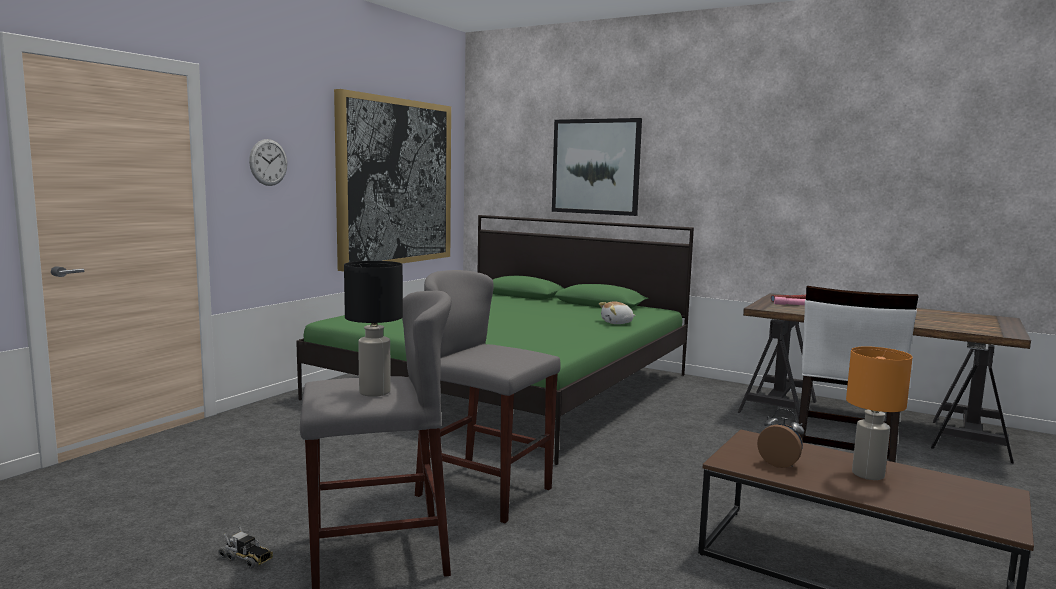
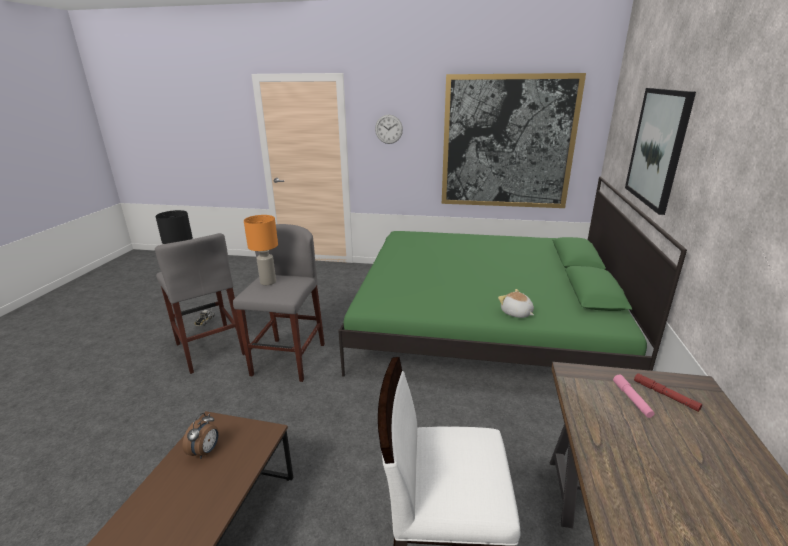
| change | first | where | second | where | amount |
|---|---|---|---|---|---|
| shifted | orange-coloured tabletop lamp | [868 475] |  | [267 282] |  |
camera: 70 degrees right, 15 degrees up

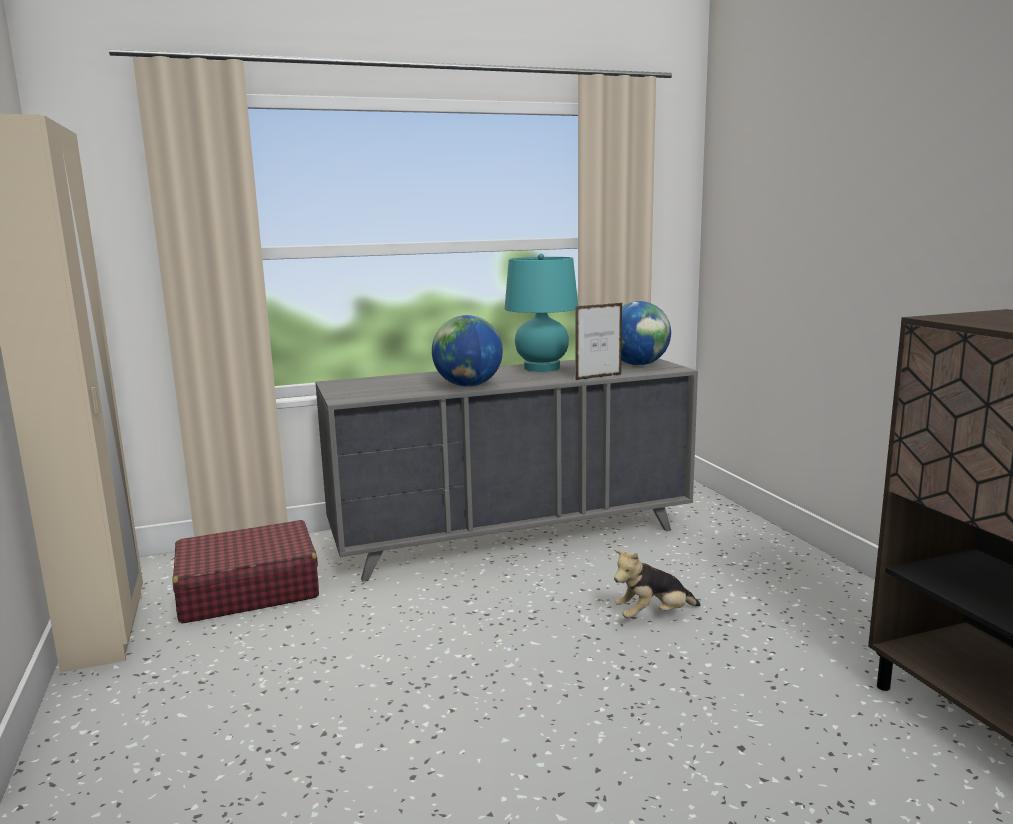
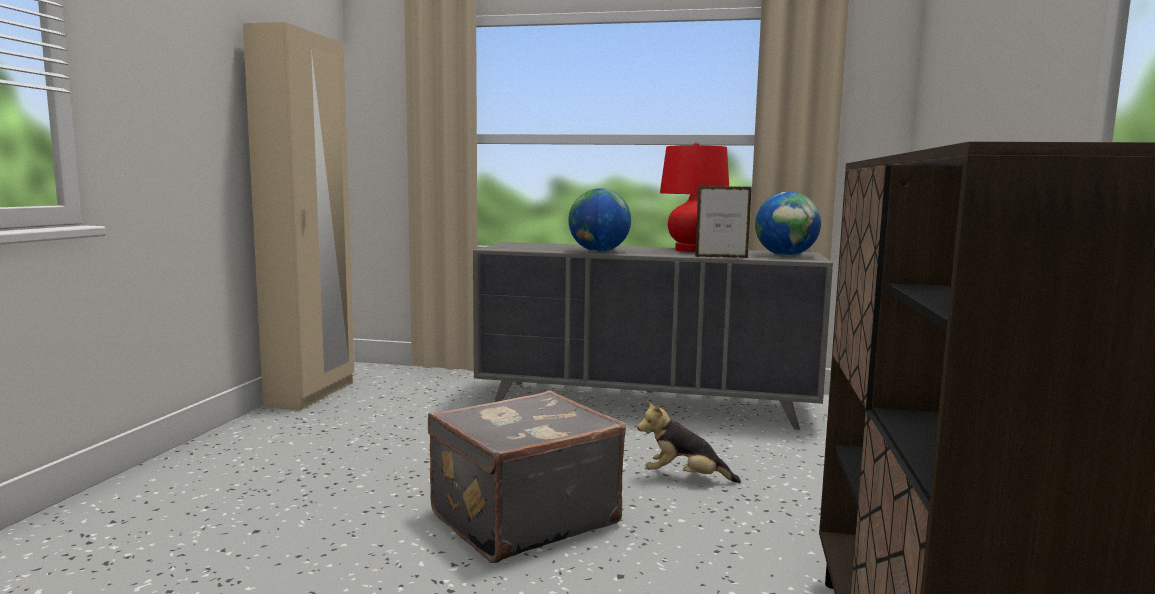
| change | first | where | second | where | amount |
|---|---|---|---|---|---|
| new |  |  | greyish suitcase | [521 517] |  |
| repainted | turquoise-coloured tabletop lamp | [542 368] | reddish tabletop lamp | [692 250] |  |
| gone | reddish suitcase | [247 589] |  |  |  |
camera: 30 degrees right, 5 degrees down

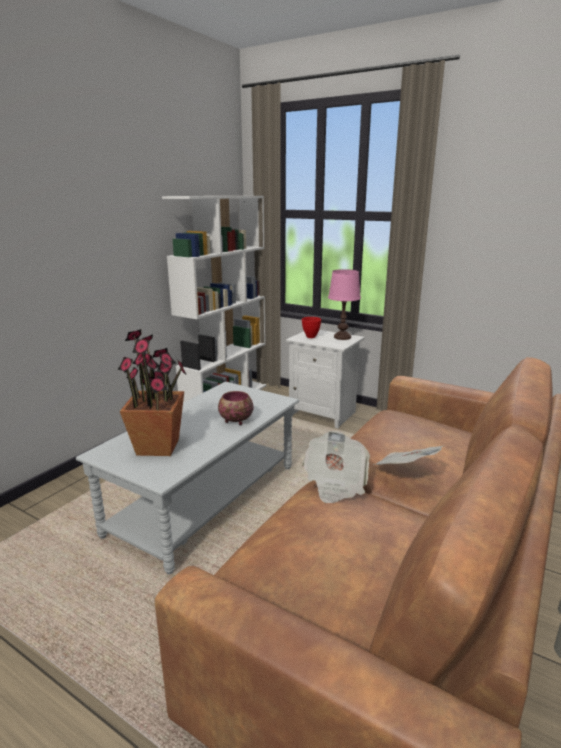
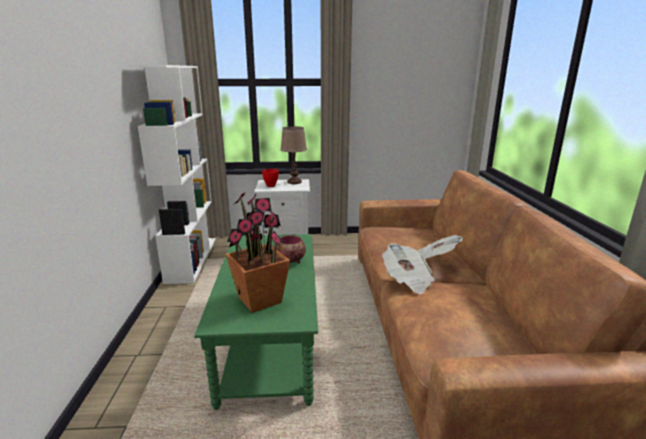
| change | first | where | second | where | amount |
|---|---|---|---|---|---|
| repainted | greyish low table | [205 499] | green low table | [270 340] |  |
| repainted | pinkish tabletop lamp | [342 337] | brownish tabletop lamp | [294 182] |  |
camera: 35 degrees left, 0 degrees up

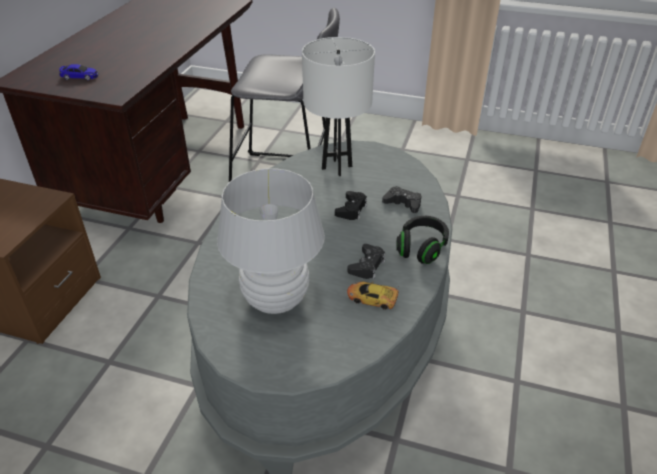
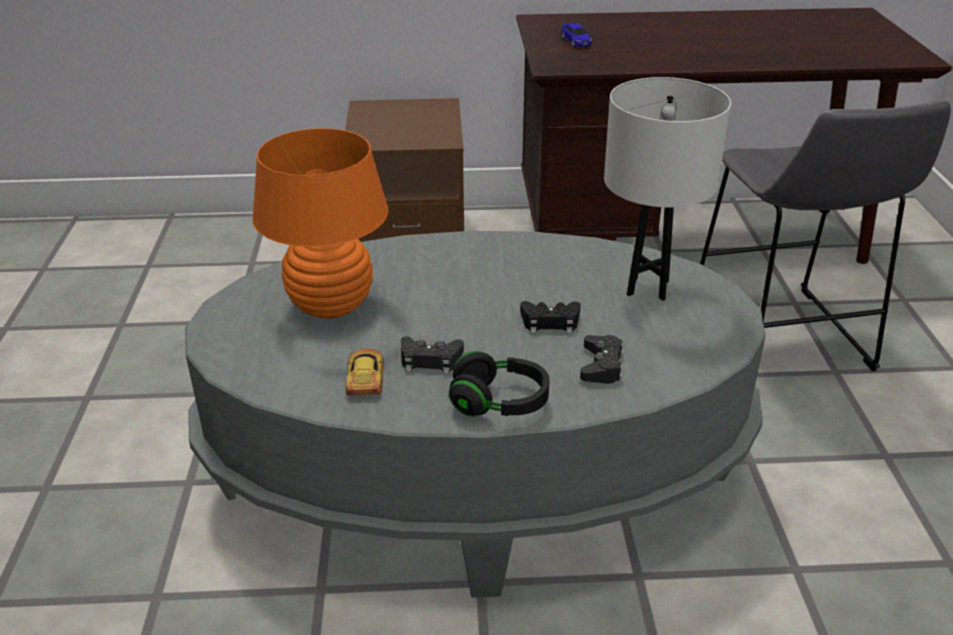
| change | first | where | second | where | amount |
|---|---|---|---|---|---|
| repainted | white tabletop lamp | [276 299] | orange-coloured tabletop lamp | [331 306] |  |
camera: 70 degrees right, 5 degrees down

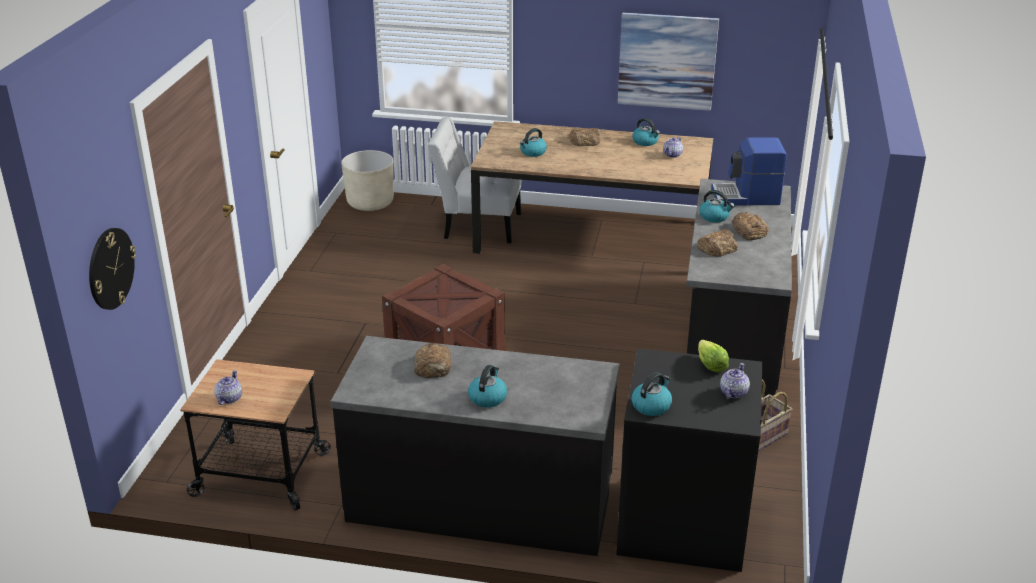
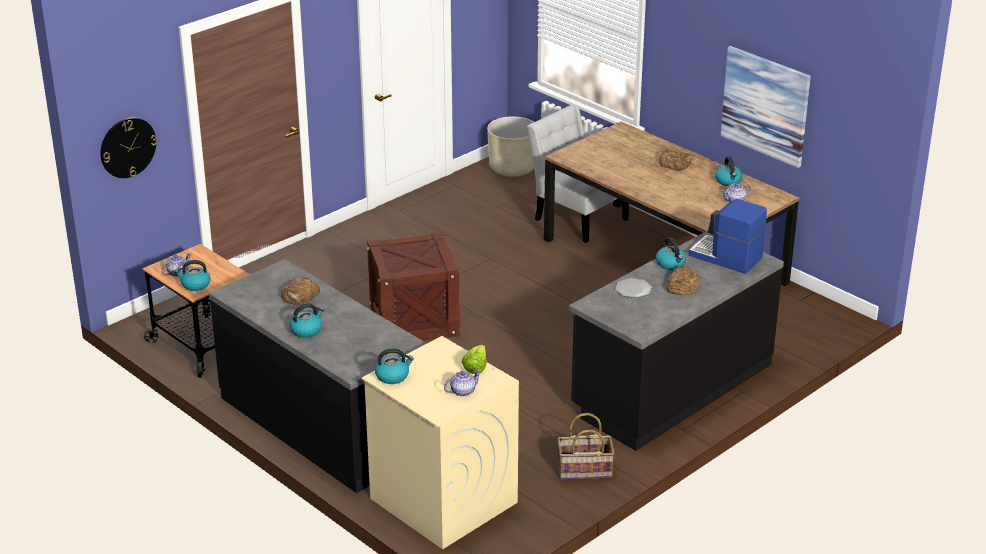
| change | first | where | second | where | amount |
|---|---|---|---|---|---|
| shifted | water kettle | [533 152] |  | [195 285] |  |
| repainted | black laundry machine | [681 523] | sand-coloured laundry machine | [442 500] |  |
| swapped | baked bread | [717 247] | flat dish | [633 289] |  |
camera: 35 degrees right, 0 degrees up

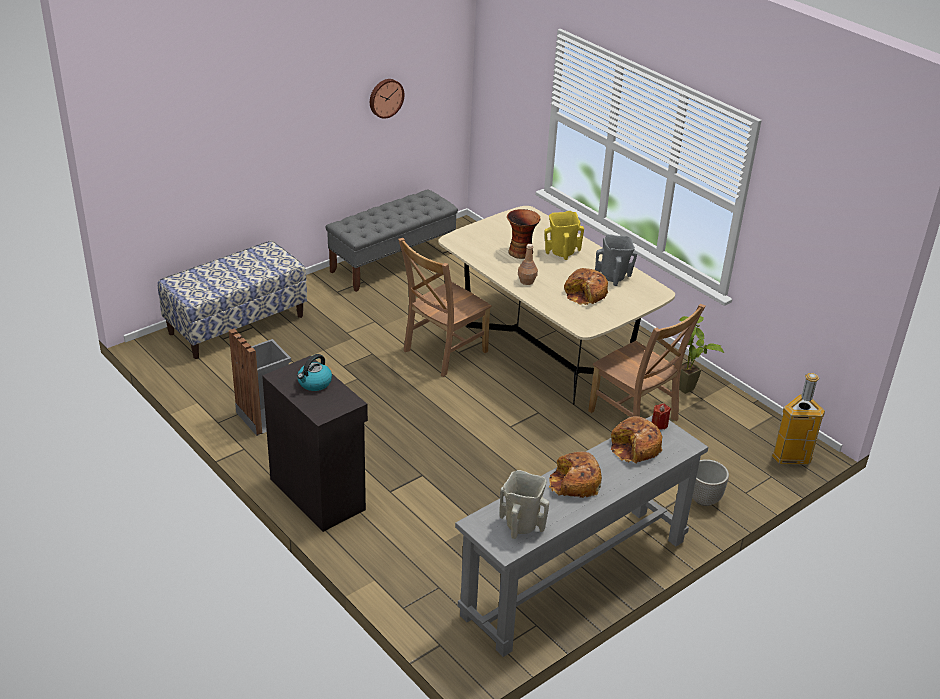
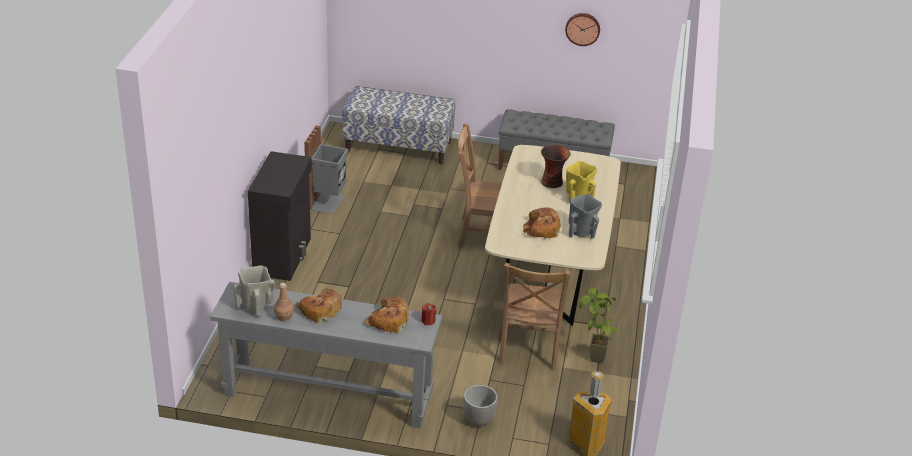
| change | first | where | second | where | amount |
|---|---|---|---|---|---|
| shifted | brownish bottle | [527 281] |  | [284 317] |  |
| gone | water kettle | [314 383] |  |  |  |
camera: 50 degrees right, 0 degrees up

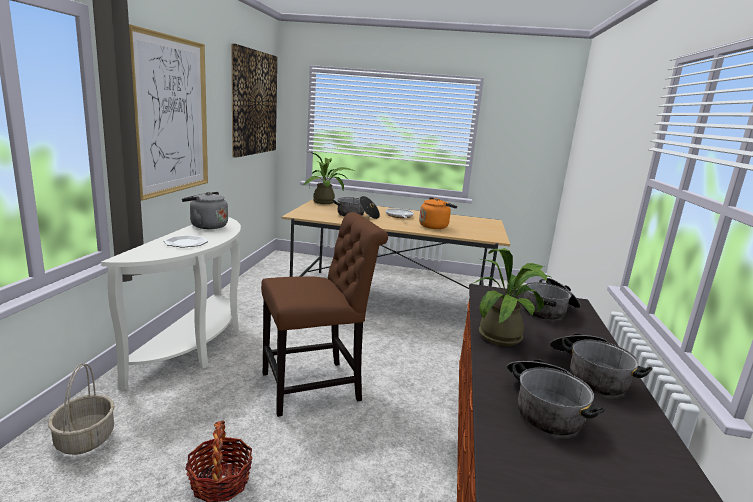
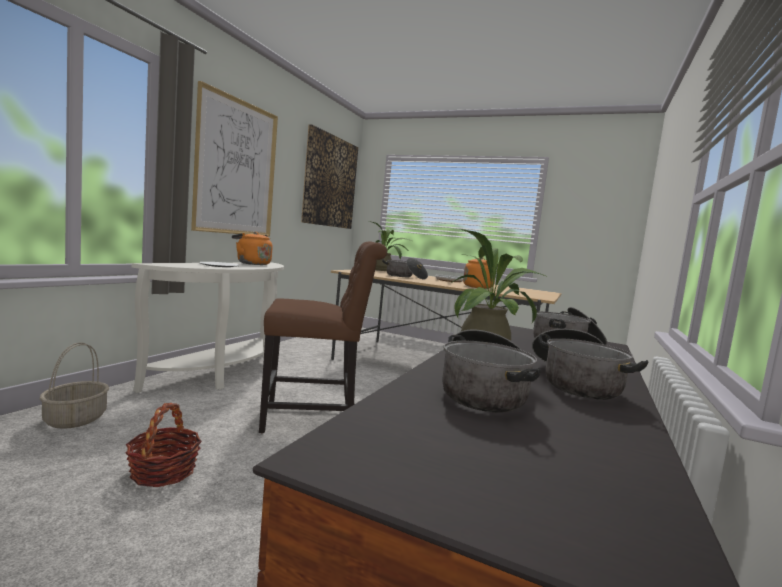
| change | first | where | second | where | amount |
|---|---|---|---|---|---|
| repainted | greyish water kettle | [206 226] | orange-coloured water kettle | [252 263] |  |
camera: 15 degrees right, 10 degrees down

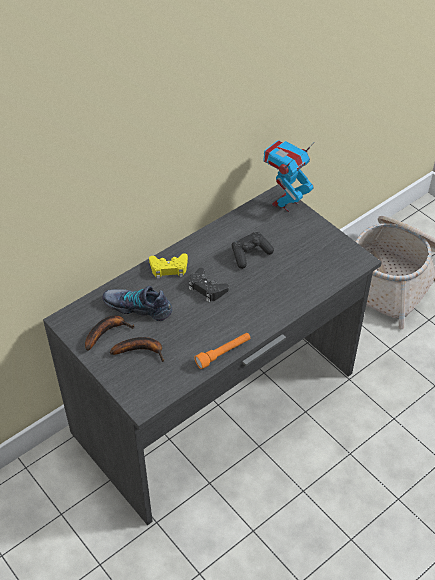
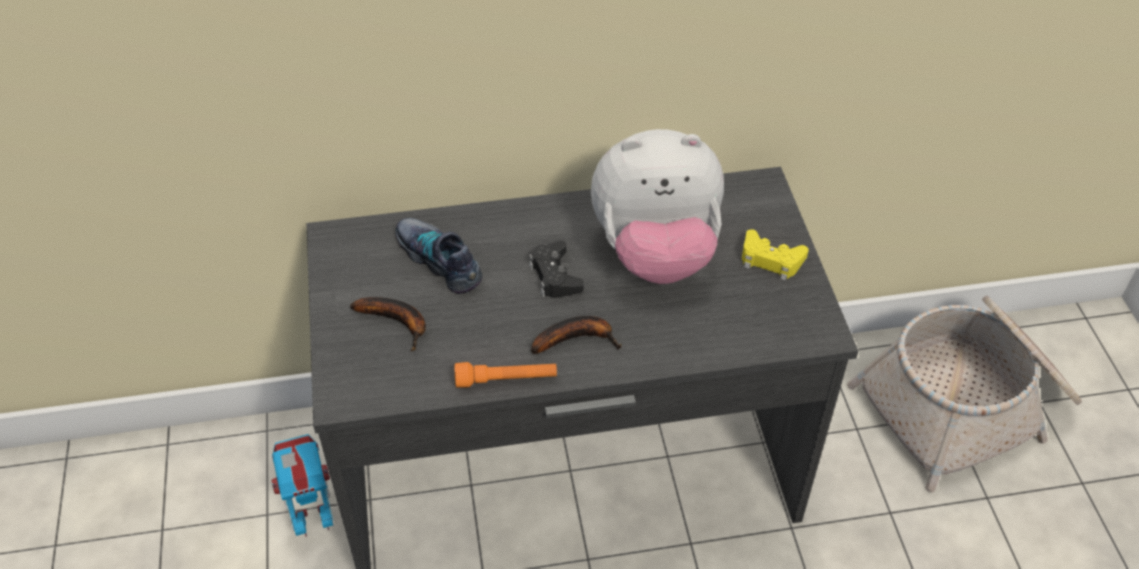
| change | first | where | second | where | amount |
|---|---|---|---|---|---|
| shifted | toy robot | [285 203] |  | [314 520] |  |
| shifted | banana fruit | [106 332] |  | [577 338] |  |
| swapped | black joypad | [250 254] | cuddly toy | [655 253] |  |
| shifted | yellow-coloured joypad | [169 268] |  | [770 260] |  |
camera: 30 degrees right, 0 degrees up

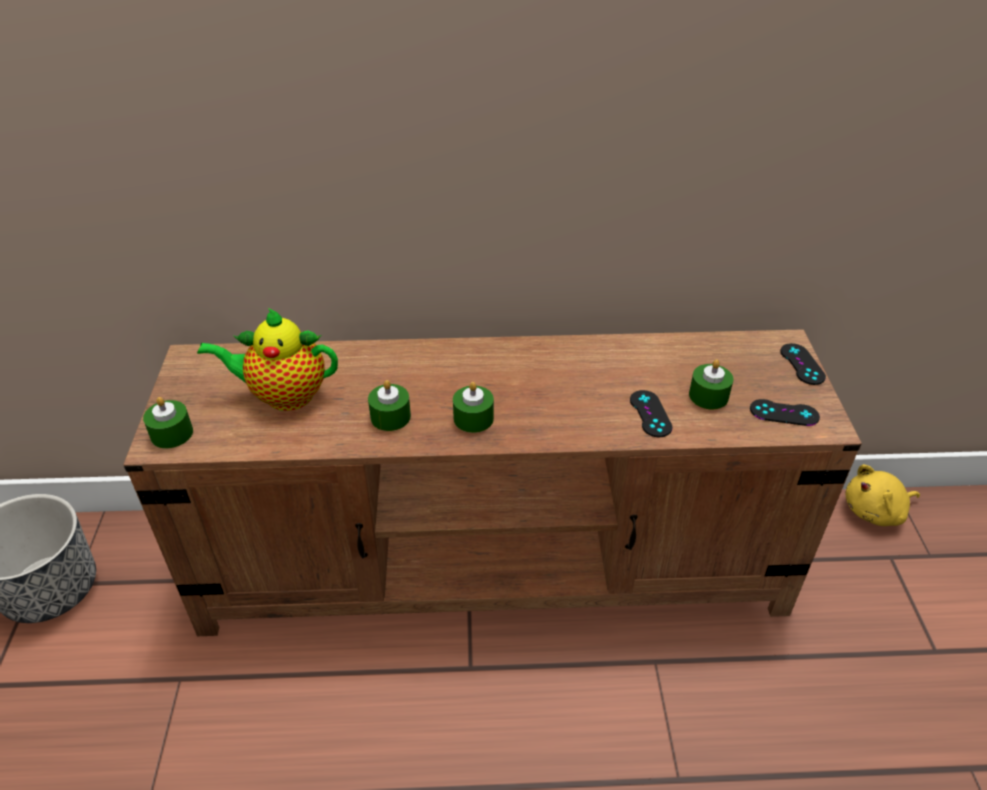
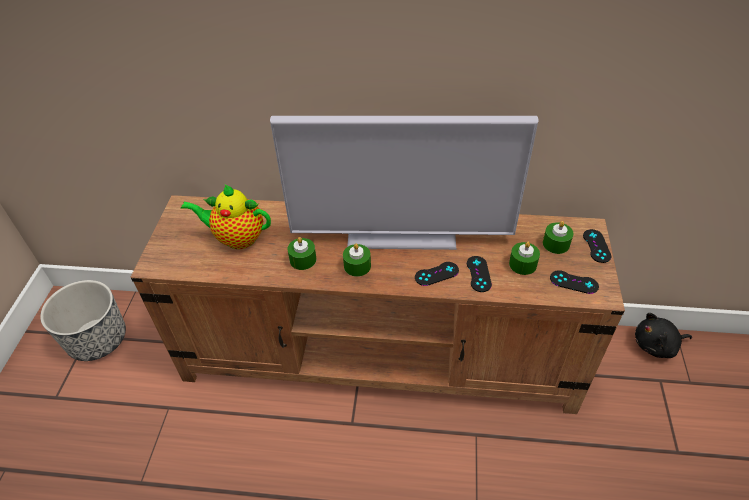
| change | first | where | second | where | amount |
|---|---|---|---|---|---|
| new |  |  | TV | [401 235] |  |
| new |  |  | black joypad | [436 274] |  |
| shifted | green wax light | [172 433] |  | [556 244] |  |
| repainted | yellow-coloured cuddly toy | [875 511] | black cuddly toy | [656 345] |  |
camera: 10 degrees right, 5 degrees up

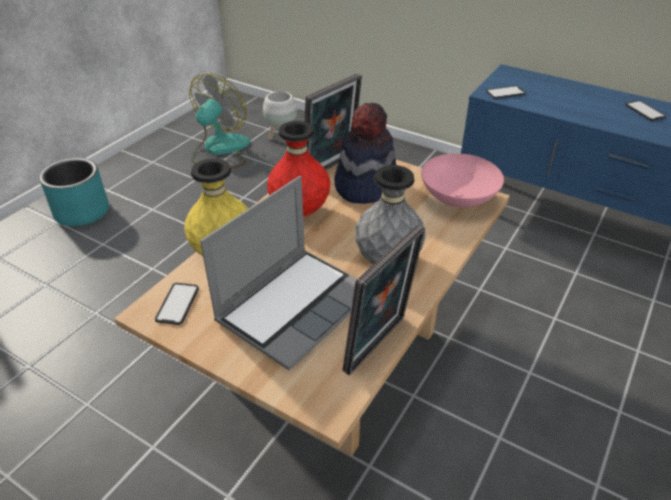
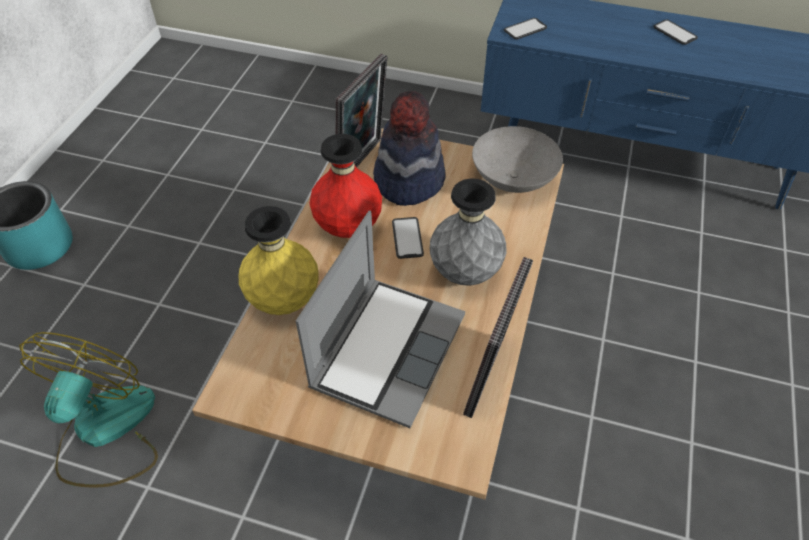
| change | first | where | second | where | amount |
|---|---|---|---|---|---|
| shifted | cooling fan | [220 150] |  | [105 432] |  |
| shifted | telephone | [177 304] |  | [407 238] |  |
| repainted | pinkish deep dish | [457 200] | greyish deep dish | [512 181] |  |
| gone | white flower pot | [281 138] |  |  |  |
camera: 15 degrees left, 10 degrees up

